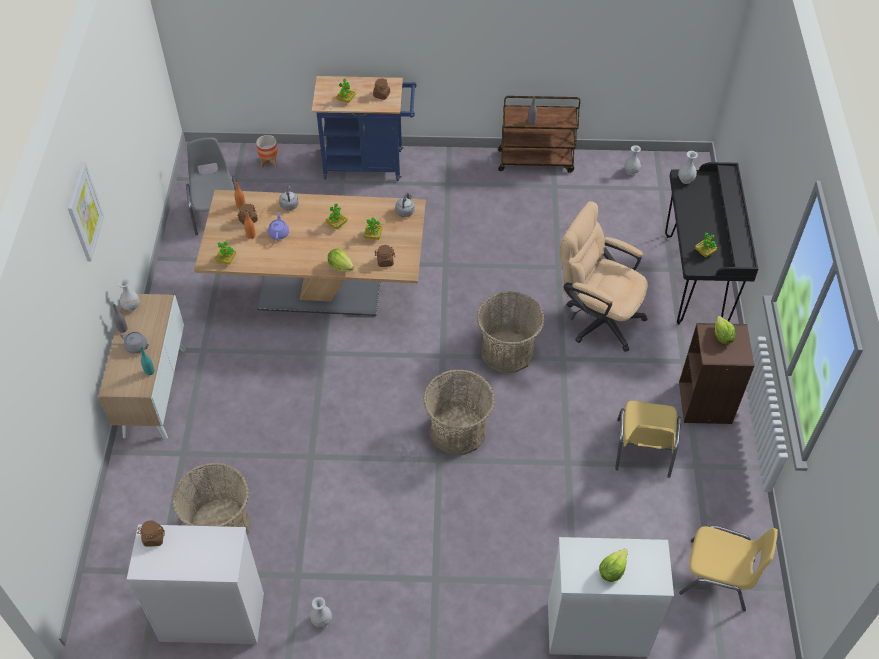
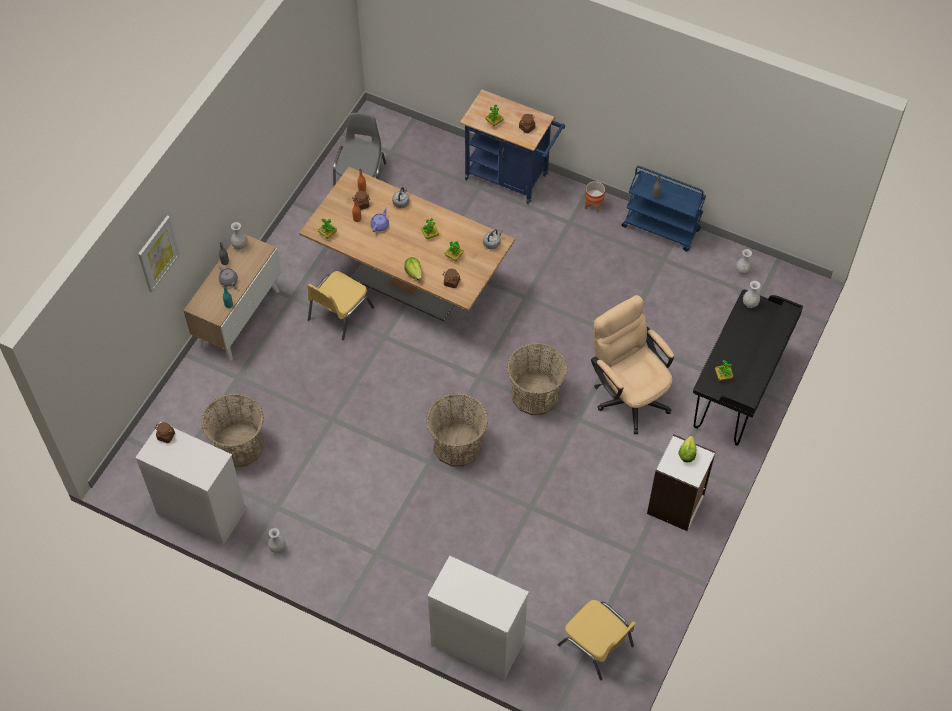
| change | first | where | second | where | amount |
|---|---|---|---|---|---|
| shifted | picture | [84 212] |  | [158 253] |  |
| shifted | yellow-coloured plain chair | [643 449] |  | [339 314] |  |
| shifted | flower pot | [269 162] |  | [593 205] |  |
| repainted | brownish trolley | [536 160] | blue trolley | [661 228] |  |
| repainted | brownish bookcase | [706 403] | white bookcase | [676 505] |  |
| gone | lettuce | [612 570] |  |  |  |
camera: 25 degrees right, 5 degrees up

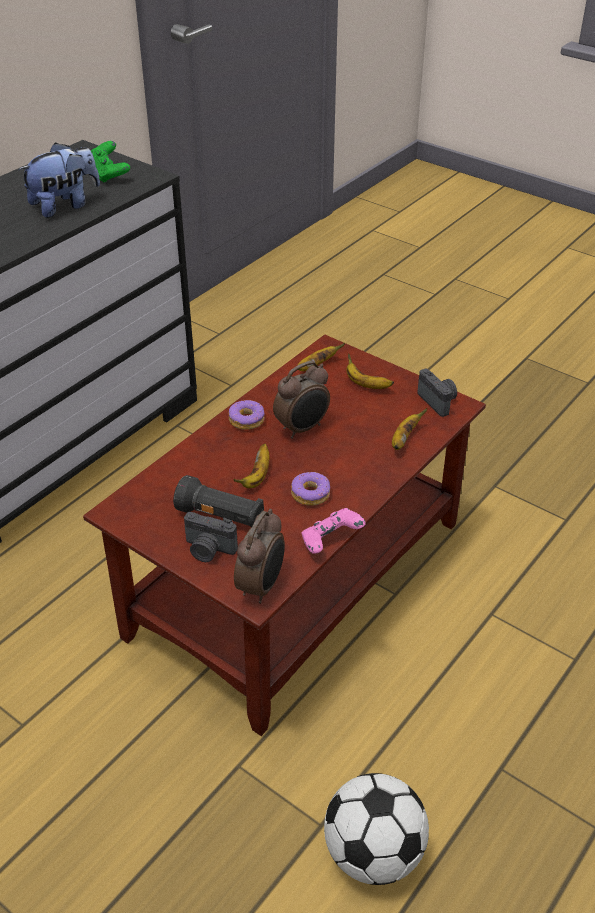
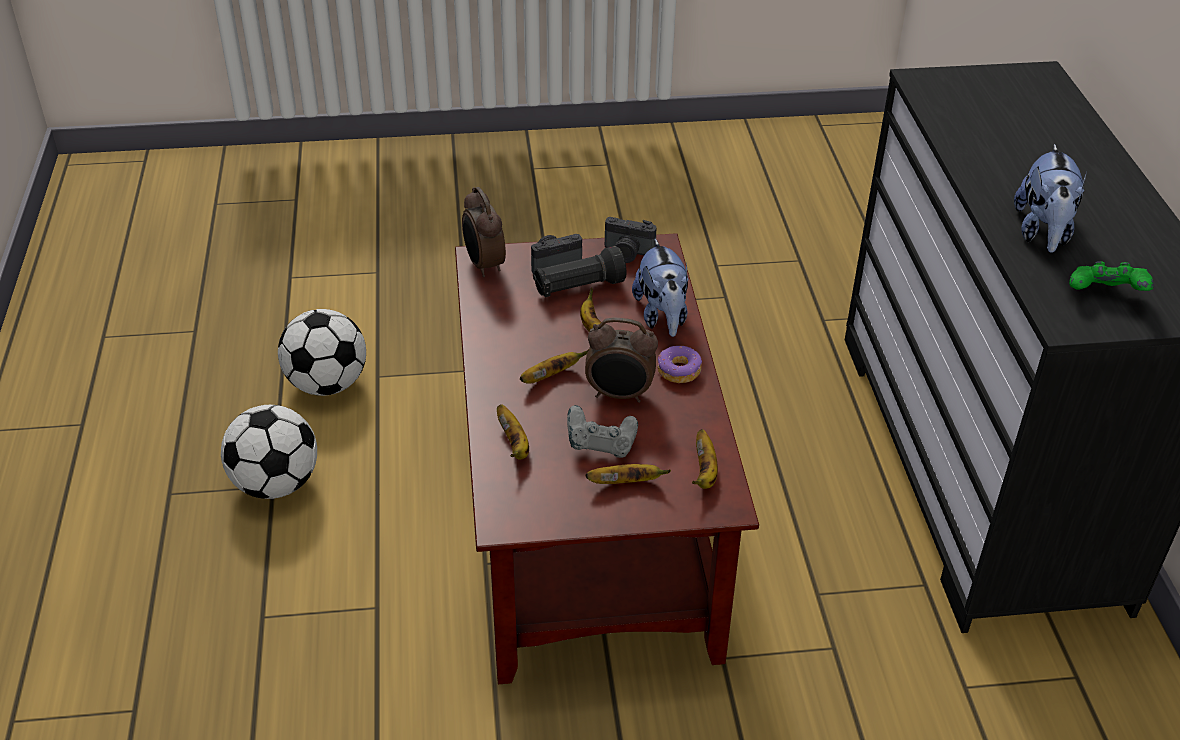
| change | first | where | second | where | amount |
|---|---|---|---|---|---|
| new |  |  | football ball | [276 484] |  |
| new |  |  | banana fruit | [550 376] |  |
| new |  |  | greyish joypad | [601 445] |  |
| rotated | bedside clock | [303 428] |  | [619 395] | 90 degrees counterclockwise |
| shifted | photo camera | [438 401] |  | [627 253] |  |
| new |  |  | cuddly toy | [662 316] |  |
| gone | ring doughnut | [310 494] |  |  |  |
| gone | pinkish joypad | [331 542] |  |  |  |
camera: 135 degrees right, 0 degrees up

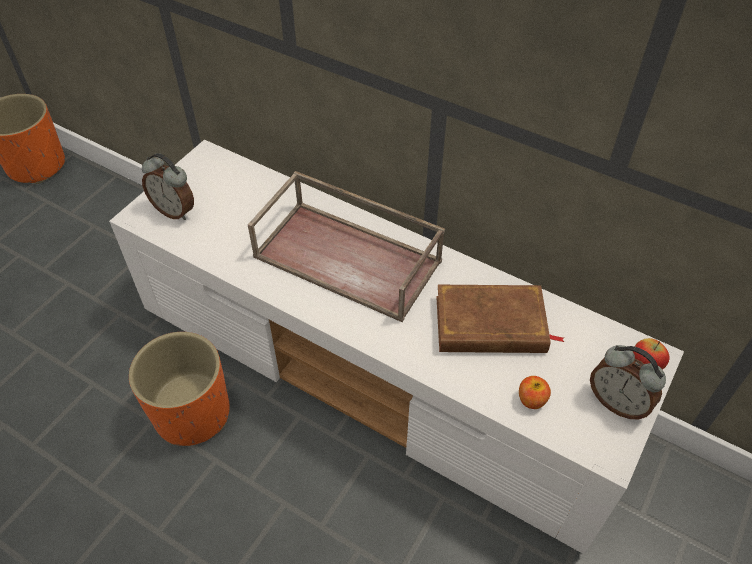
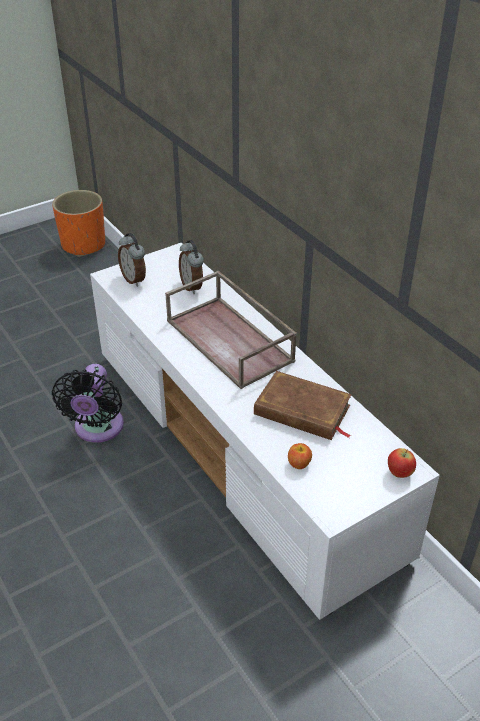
| change | first | where | second | where | amount |
|---|---|---|---|---|---|
| swapped | orange-coloured flower pot | [193 413] | black cooling fan | [97 429] |  |
| shifted | bedside clock | [617 402] |  | [192 286] |  |
camera: 25 degrees right, 10 degrees down

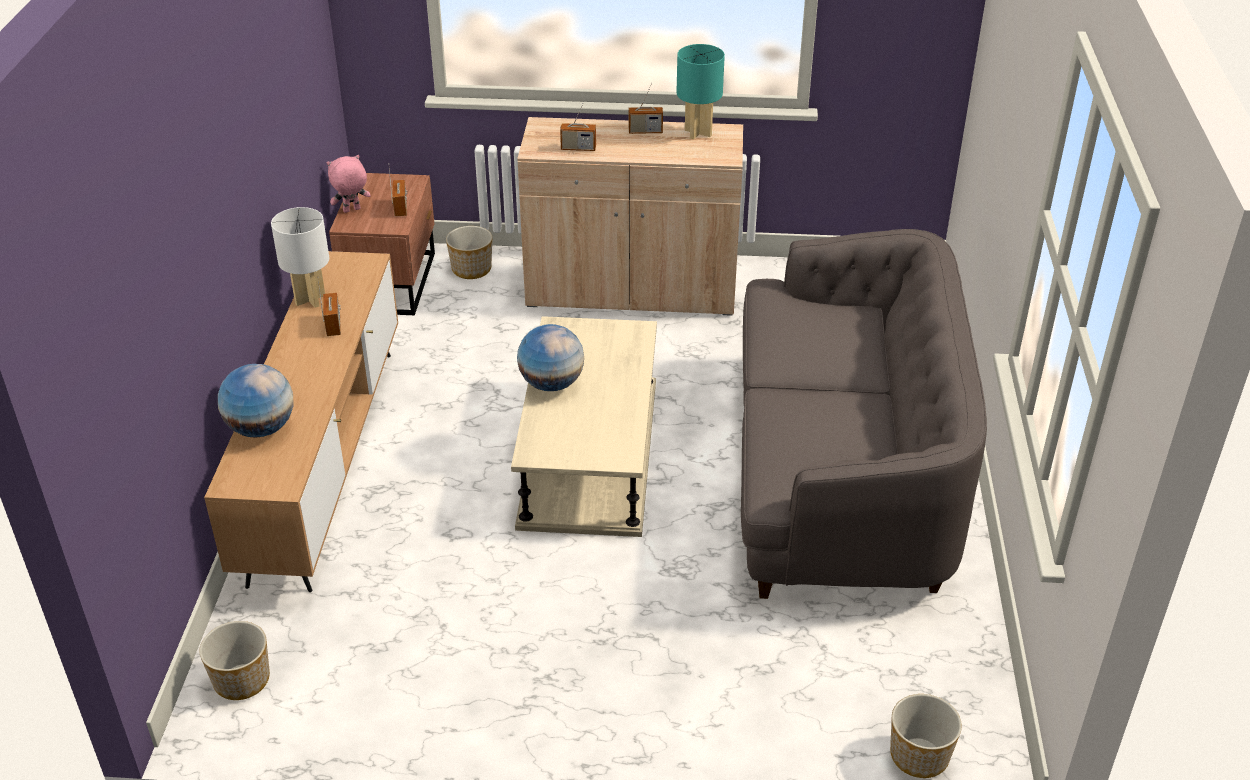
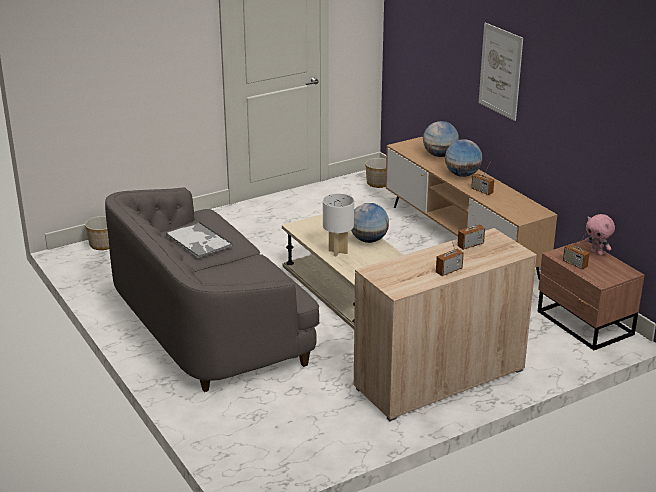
| change | first | where | second | where | amount |
|---|---|---|---|---|---|
| new |  |  | serving tray | [199 241] |  |
| shifted | white tabletop lamp | [309 299] |  | [338 251] |  |
| new |  |  | world globe | [462 175] |  |
| new |  |  | picture | [500 71] |  |
| rotated | pinkish cuddly toy | [351 210] |  | [597 253] | 105 degrees clockwise |
| gone | flower pot | [471 269] |  |  |  |
| gone | turquoise-coloured tabletop lamp | [698 133] |  |  |  |
camera: 145 degrees right, 10 degrees down

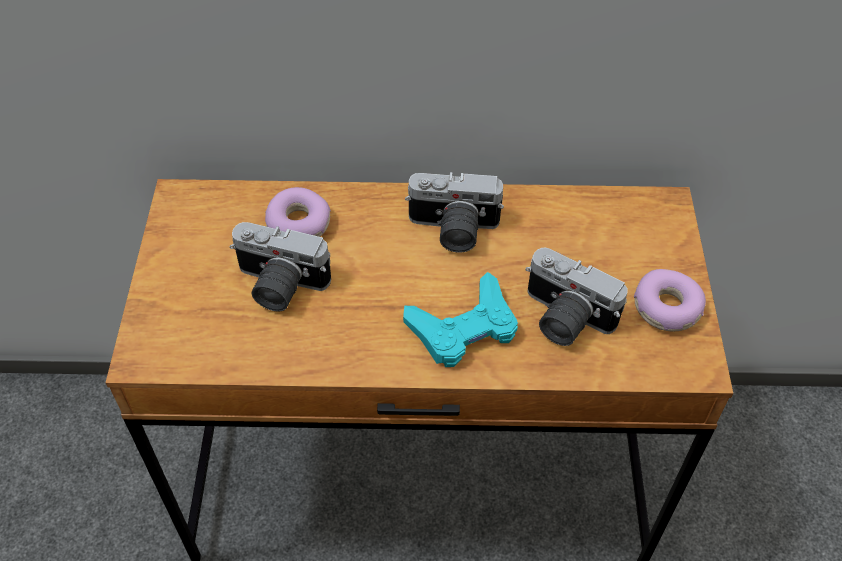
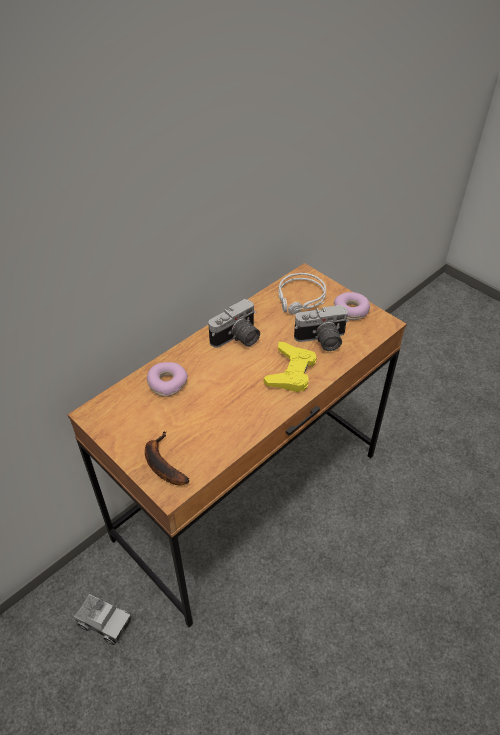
| change | first | where | second | where | amount |
|---|---|---|---|---|---|
| new |  |  | model truck | [104 622] |  |
| new |  |  | banana fruit | [161 463] |  |
| repainted | turquoise-coloured joypad | [464 328] | yellow-coloured joypad | [291 372] |  |
| new |  |  | greyish pair of headphones | [301 299] |  |
| gone | photo camera | [278 286] |  |  |  |
camera: 45 degrees left, 5 degrees down

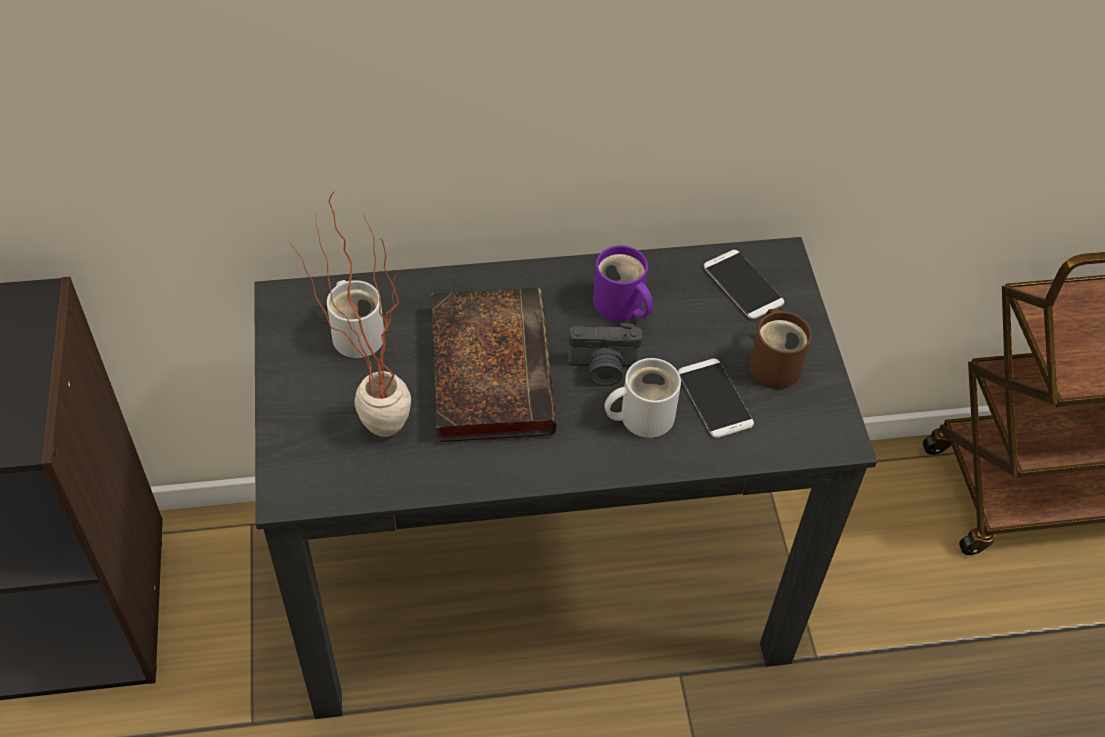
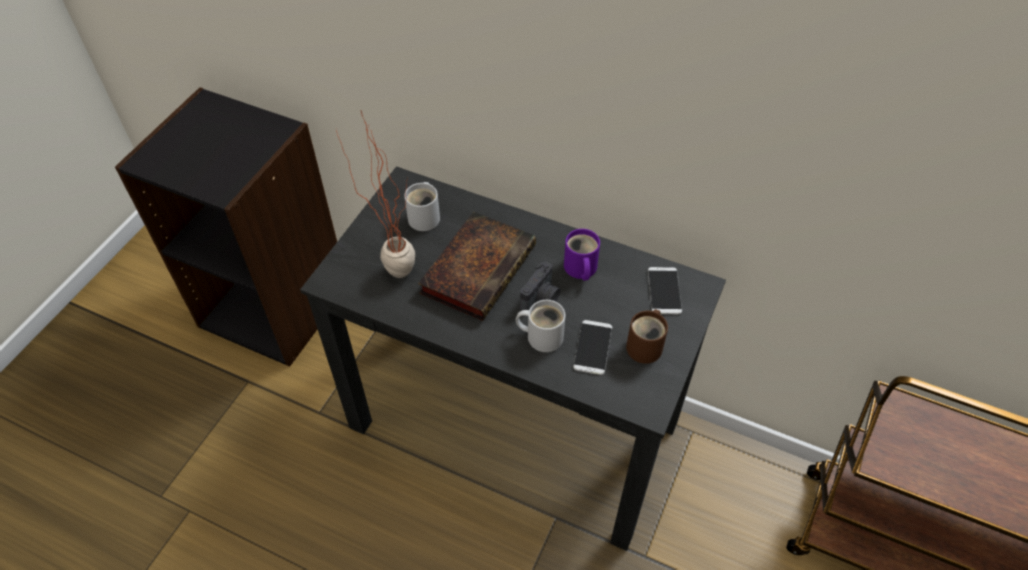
| change | first | where | second | where | amount |
|---|---|---|---|---|---|
| rotated | photo camera | [603 368] |  | [541 298] | 90 degrees counterclockwise |
camera: 35 degrees right, 0 degrees up

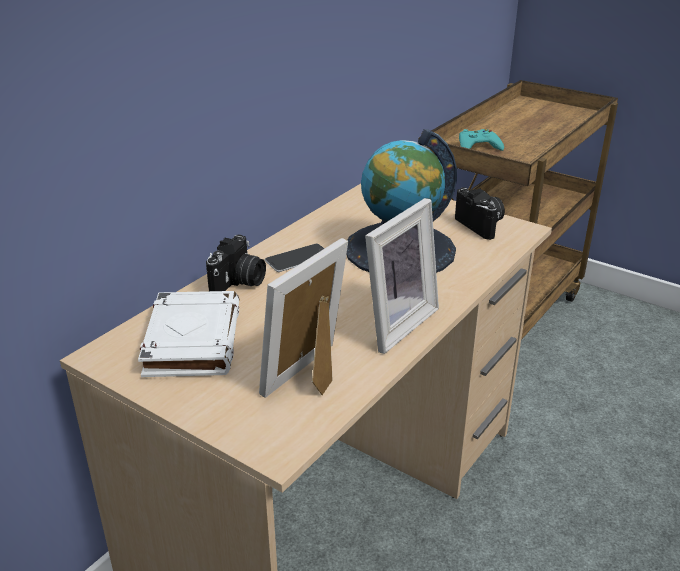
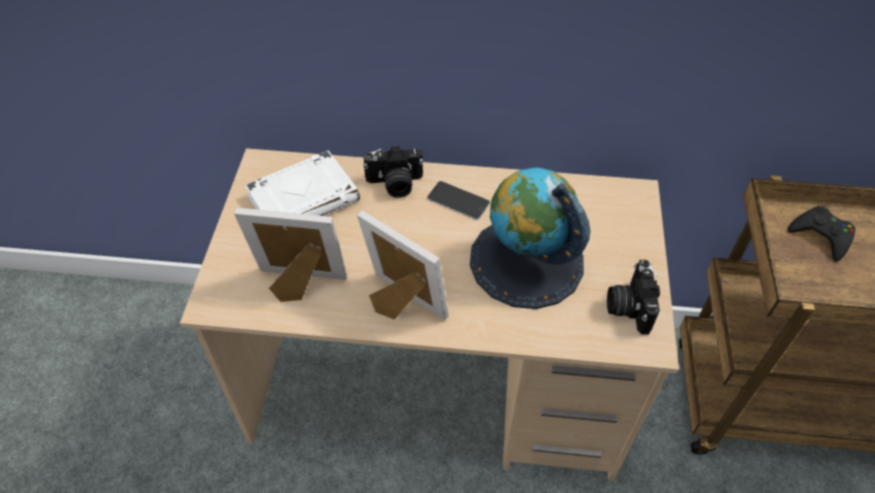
| change | first | where | second | where | amount |
|---|---|---|---|---|---|
| rotated | photo frame | [394 323] |  | [400 306] | 150 degrees counterclockwise |
| rotated | photo camera | [482 225] |  | [628 306] | 150 degrees clockwise |
| repainted | turquoise-coloured joypad | [478 147] | black joypad | [821 236] |  |
camera: 60 degrees right, 20 degrees up

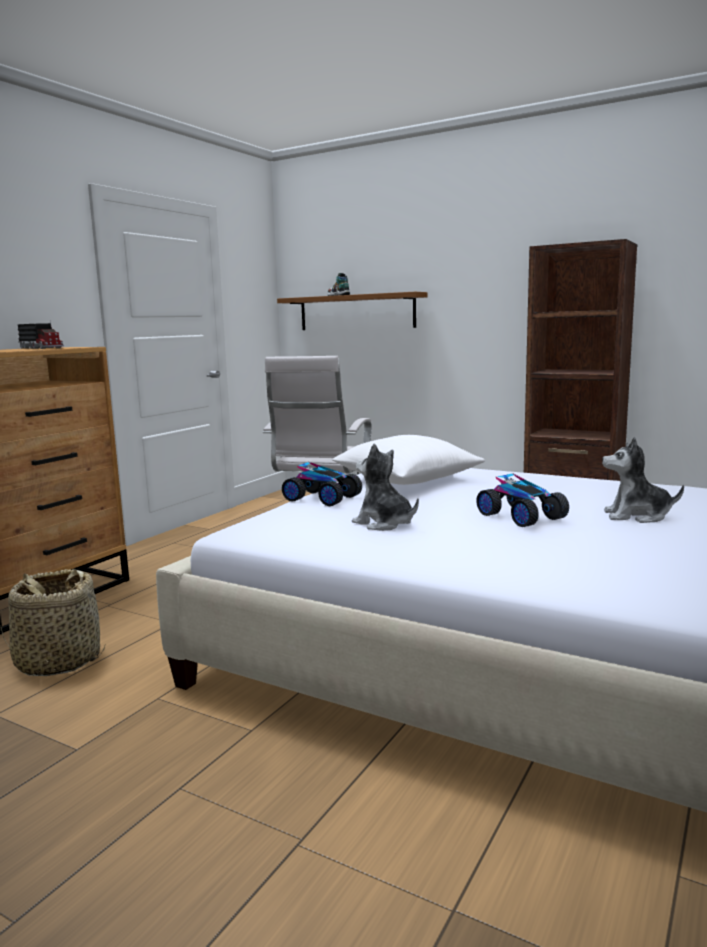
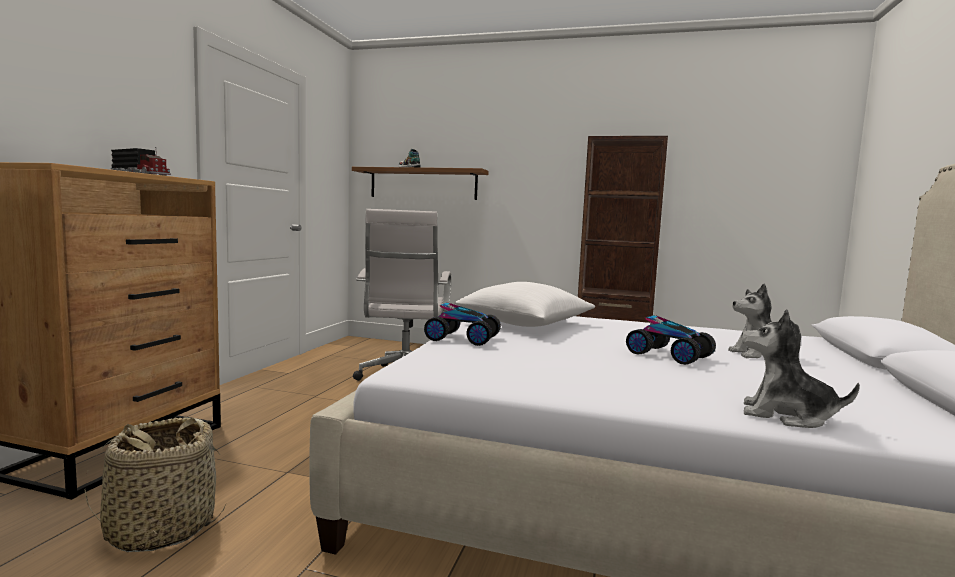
| change | first | where | second | where | amount |
|---|---|---|---|---|---|
| shifted | cuddly toy | [384 524] |  | [786 416] |  |
camera: 15 degrees left, 5 degrees down

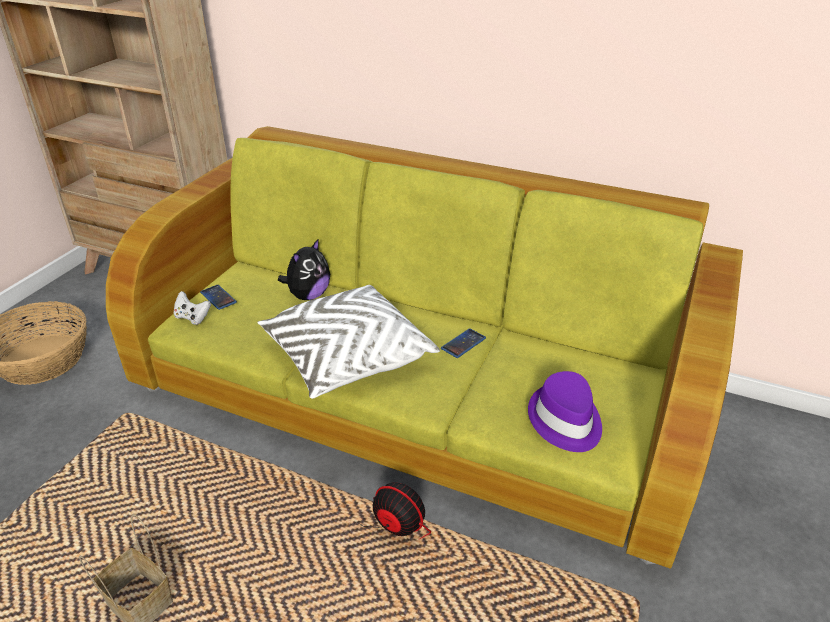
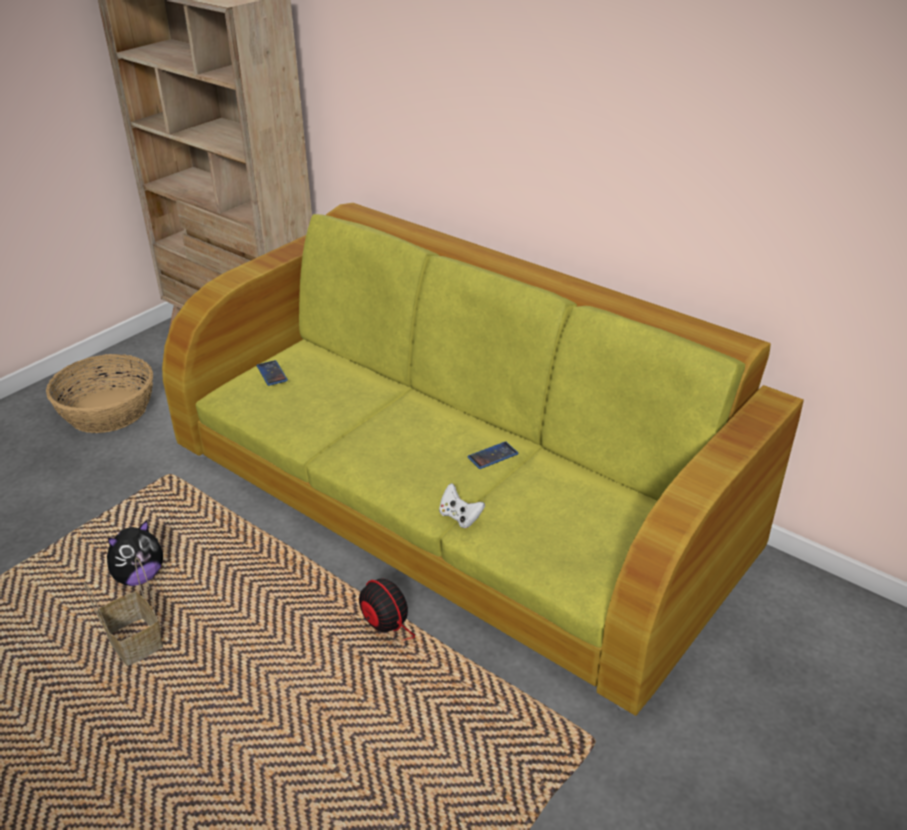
| change | first | where | second | where | amount |
|---|---|---|---|---|---|
| shifted | cuddly toy | [308 295] |  | [139 576] |  |
| shifted | white joypad | [192 318] |  | [460 517] |  |
| gone | white pillow | [347 357] |  |  |  |
| gone | purplish clothing hat | [564 421] |  |  |  |
camera: 15 degrees right, 0 degrees up

